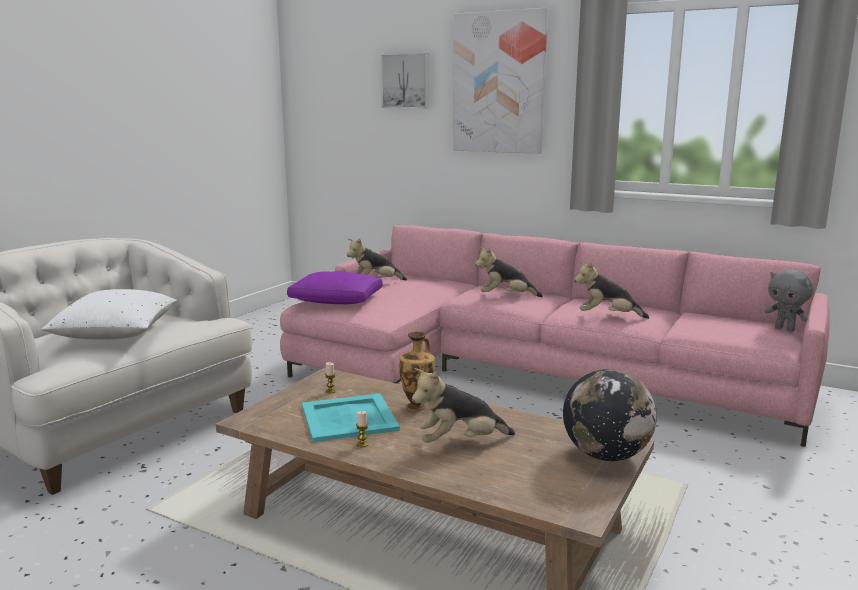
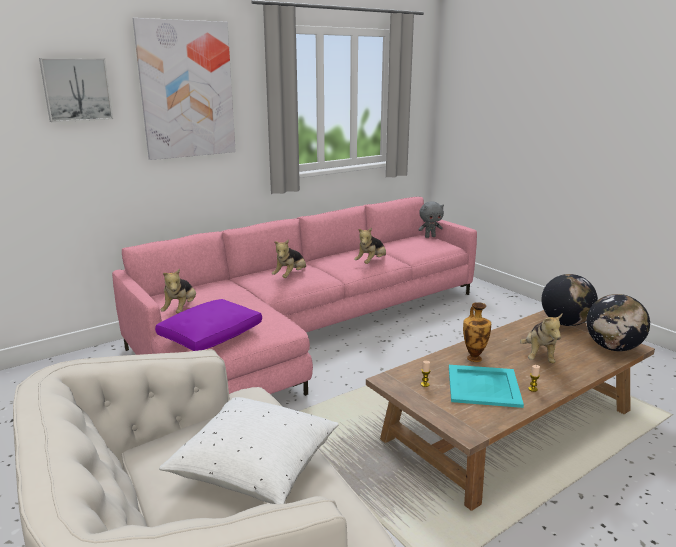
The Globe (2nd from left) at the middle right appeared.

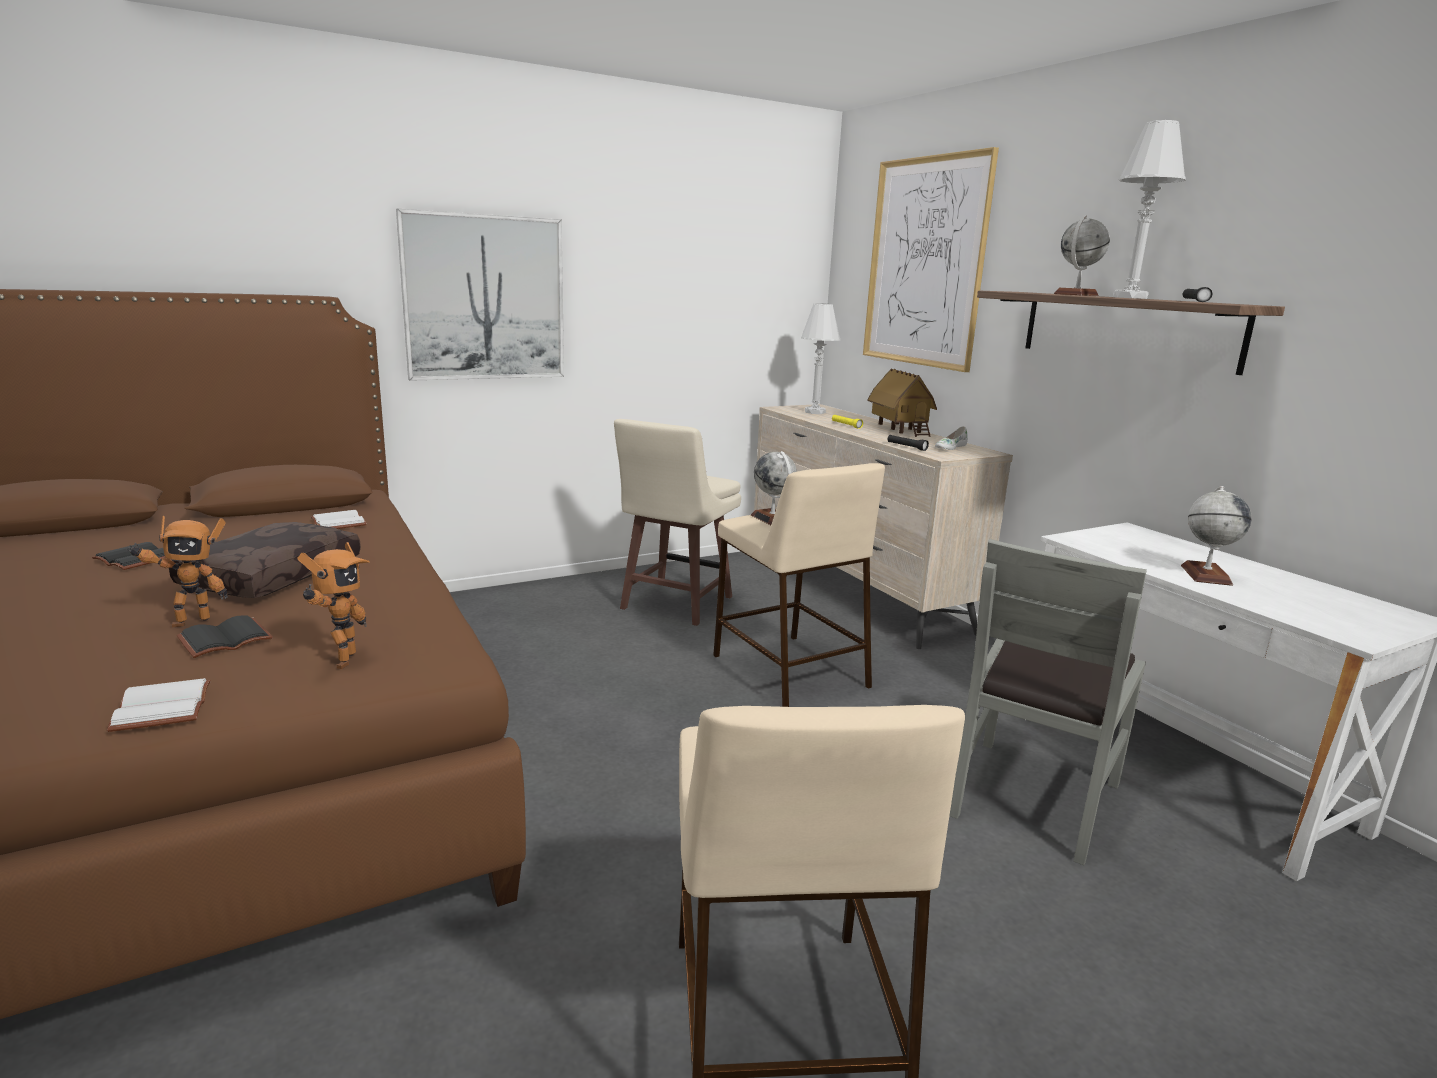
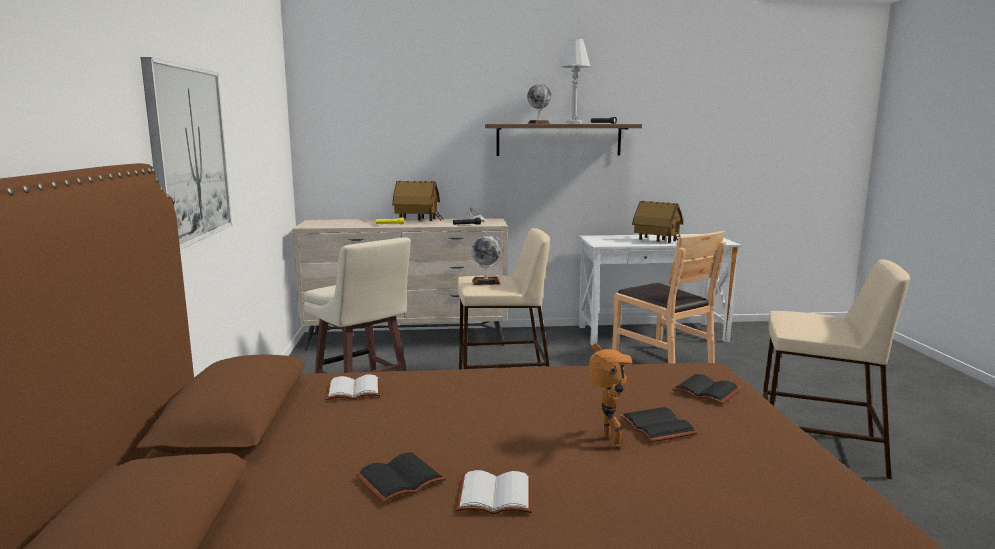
The WhiteColouredVolume (1st from left in the first image) moved from the middle left to the bottom centre.
The GreyishChair at the middle right became the BrownColouredChair at the middle right.
The Globe (3rd from left) at the middle right was replaced by the MiniatureHouse (2nd from left) at the centre.
The ModelRobot (2nd from left) at the middle left was replaced by the BlackishVolume (3rd from left) at the bottom right.
The BrownColouredCushion at the middle left disappeared.
The WhiteColouredLampForATable (1st from left) at the top centre disappeared.
The WallArt (2nd from left) at the top centre disappeared.

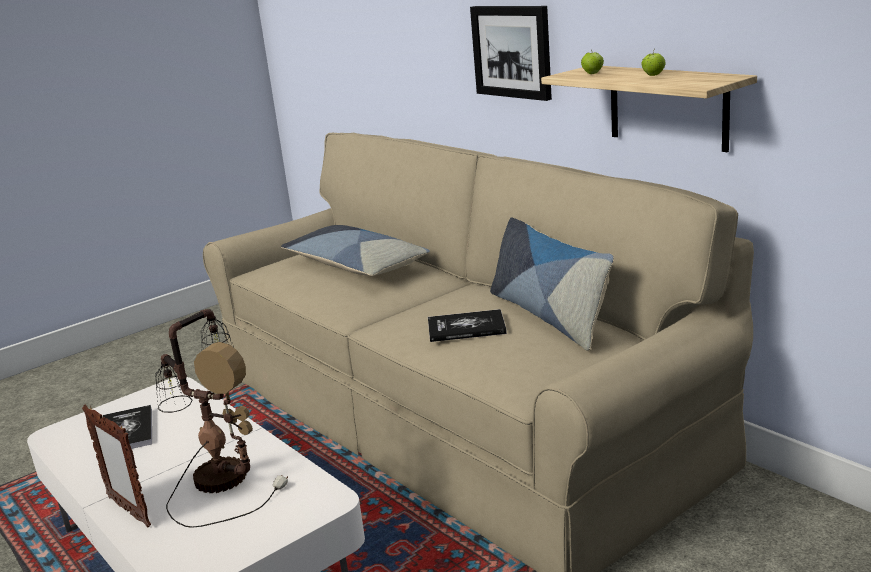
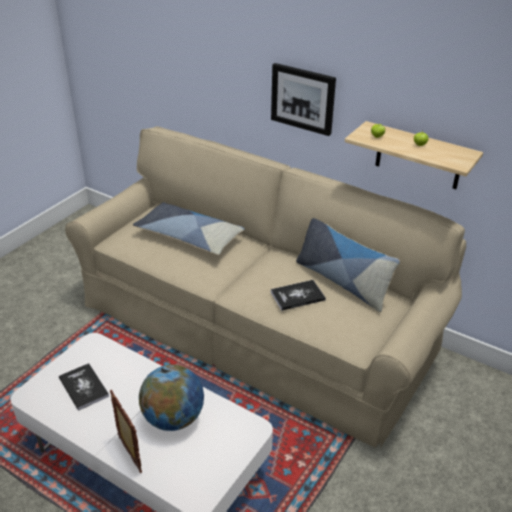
The PhotoFrame at the bottom left turned 150 degrees counterclockwise.
The LampForATable at the bottom left was replaced by the Globe at the bottom centre.

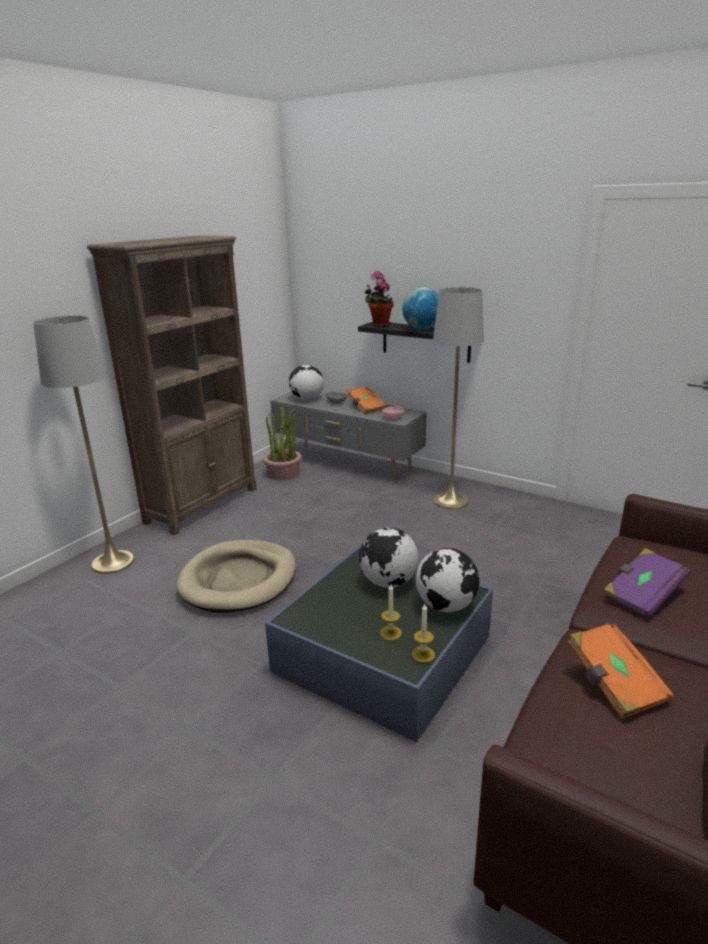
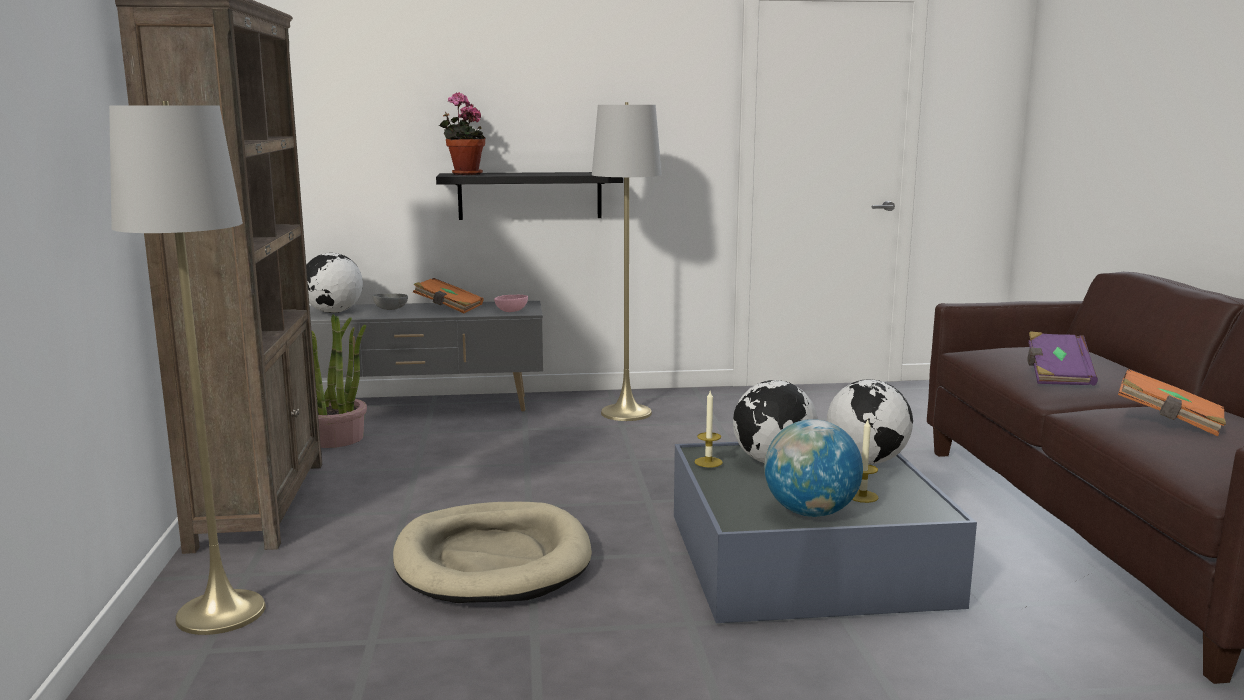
The Candle (2nd from left in the first image) moved from the bottom centre to the centre.
The Globe (3rd from left) moved from the top centre to the bottom centre.

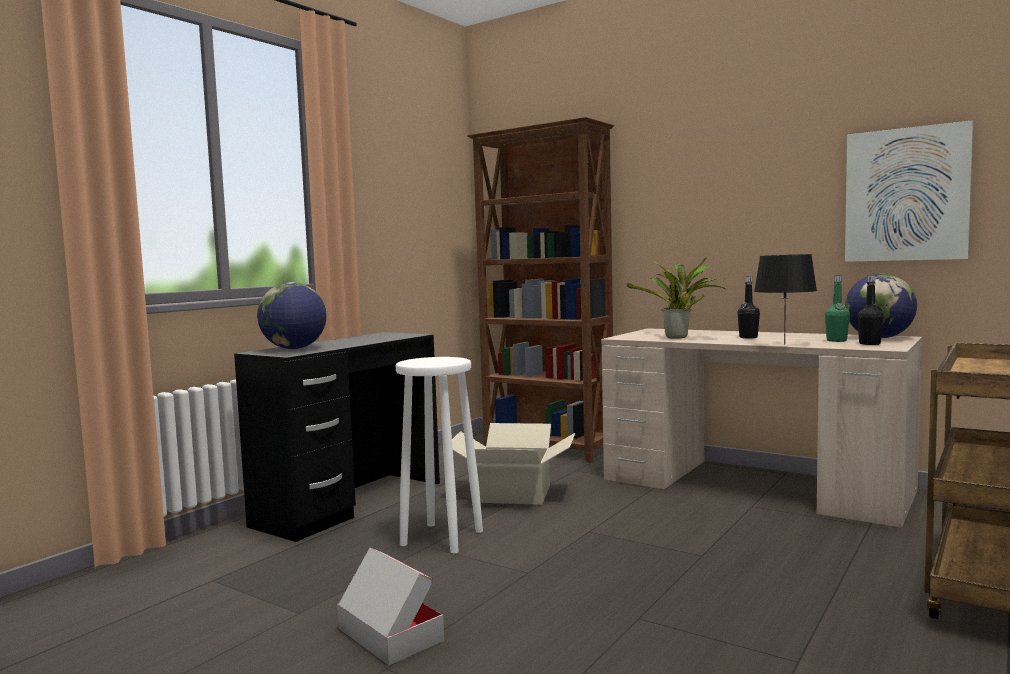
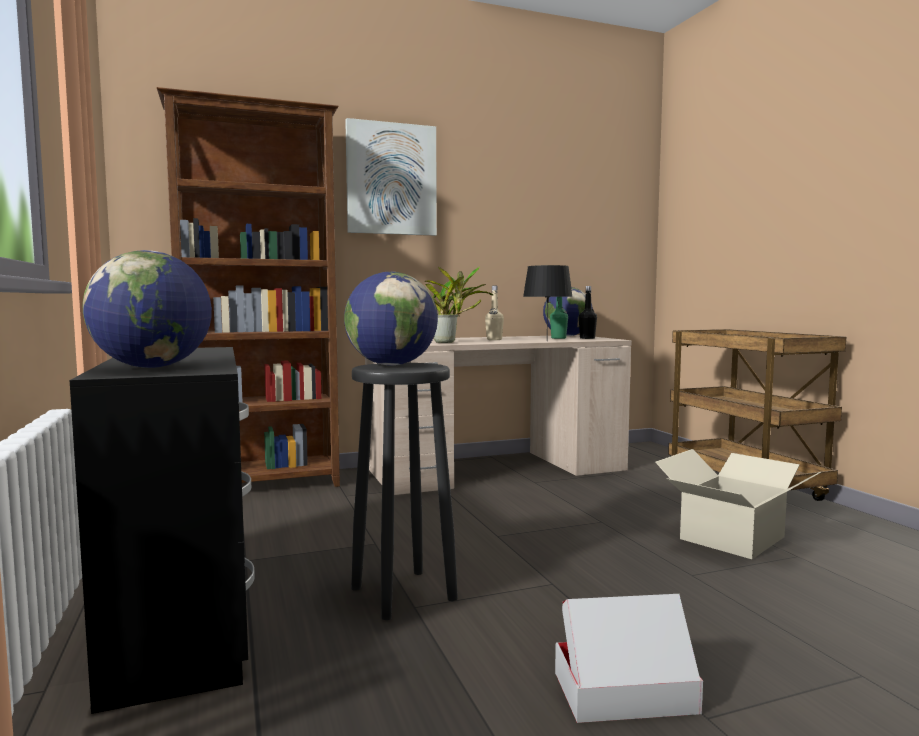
The Globe (2nd from left) at the centre appeared.
The WallArt moved from the top right to the top centre.
The WhiteColouredSittingStool at the bottom centre became the BlackishSittingStool at the bottom centre.
The BlackishBottle (1st from left) at the middle right became the BeigeBottle at the centre.
The CardboardBox (2nd from left) moved from the bottom centre to the bottom right.

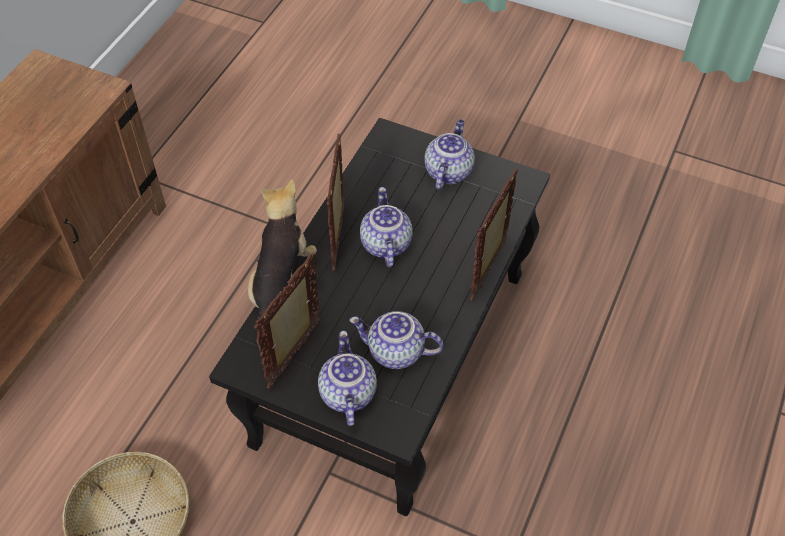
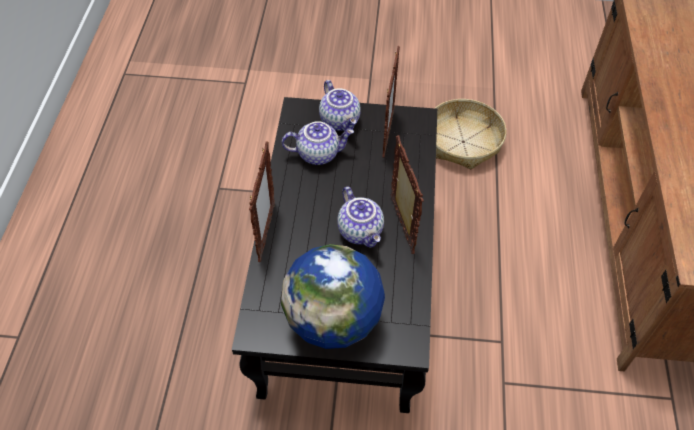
The Teapot (4th from left) at the top centre was replaced by the Globe at the bottom centre.
The SoftToy at the centre disappeared.

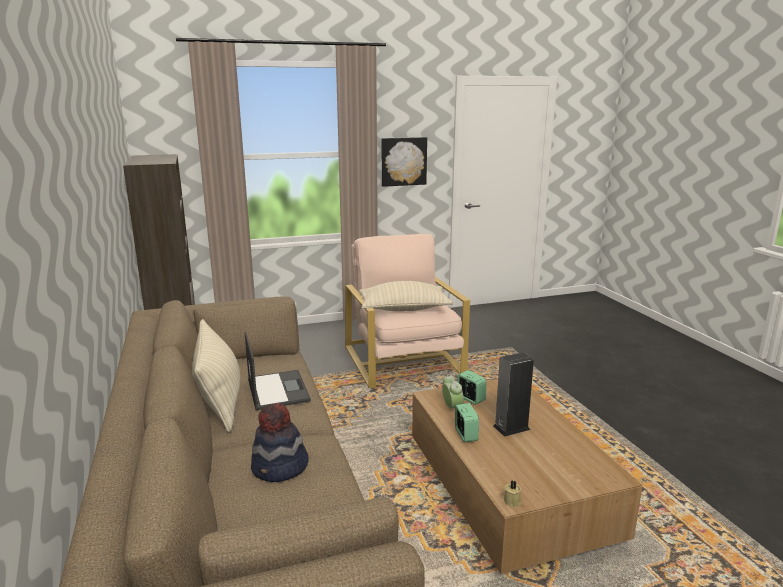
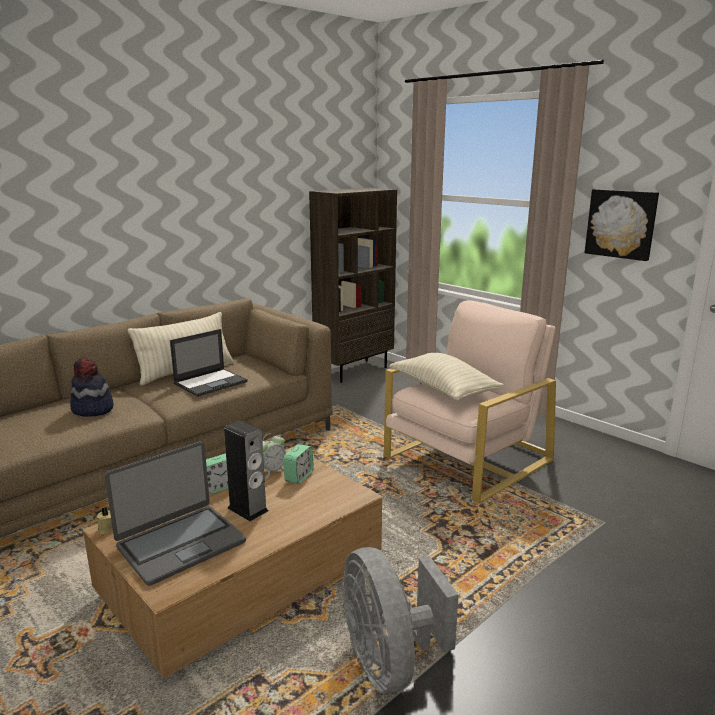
The NotebookComputer (1st from left) at the bottom left appeared.
The GreyishCoolingFan at the bottom centre appeared.

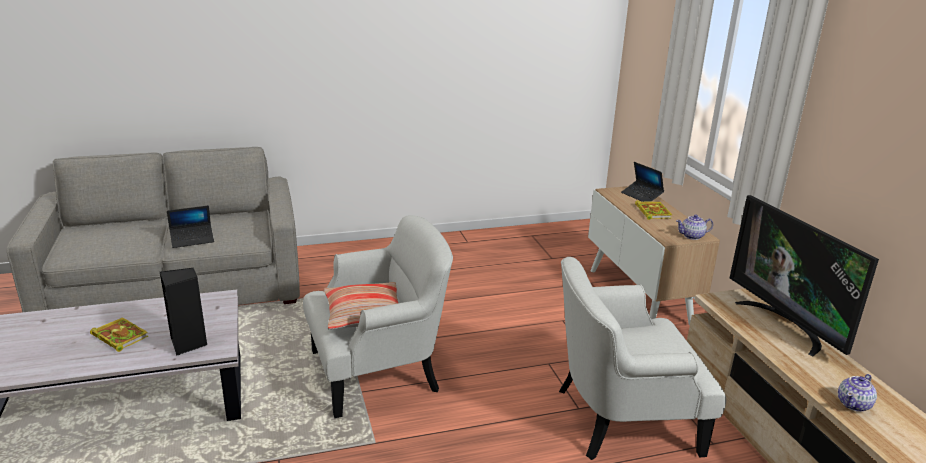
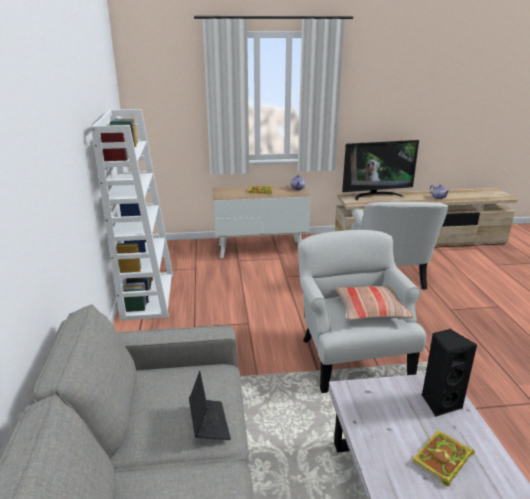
The WhiteColouredBookcase at the middle left appeared.
The NotebookComputer (2nd from left) at the middle right disappeared.

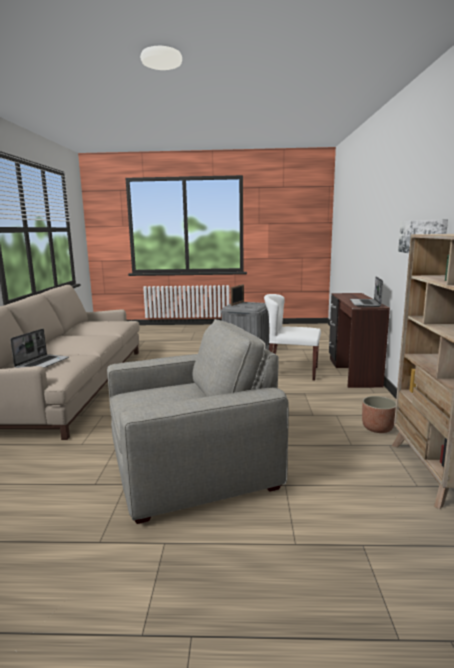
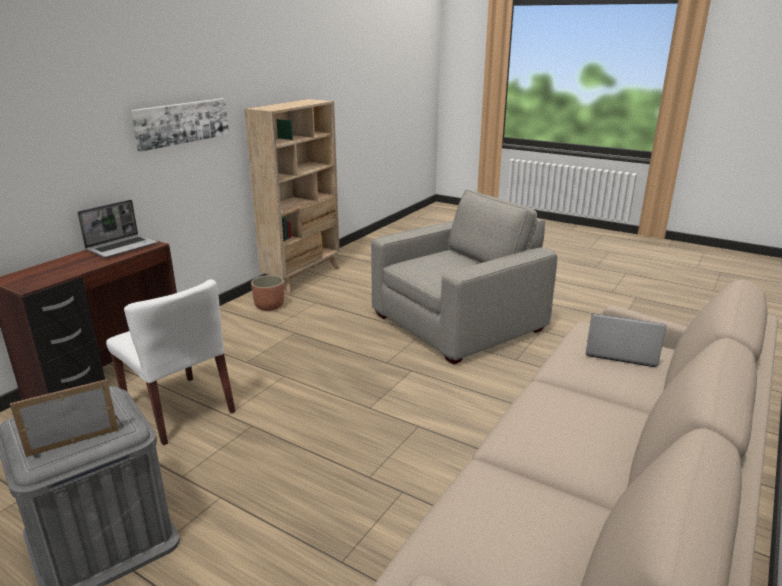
The GreyishArmchair at the centre turned 135 degrees clockwise.
The NotebookComputer (1st from left in the first image) at the middle left turned 60 degrees clockwise.

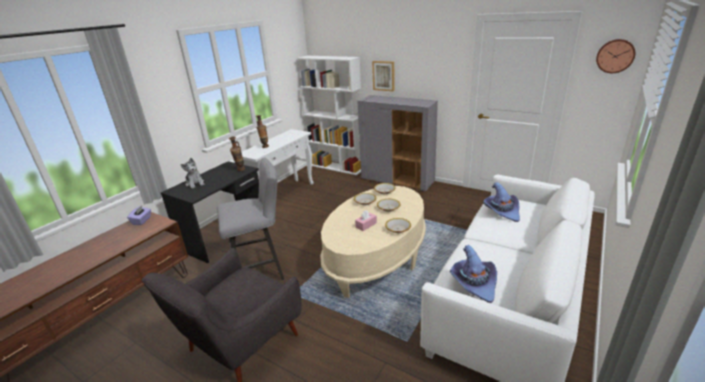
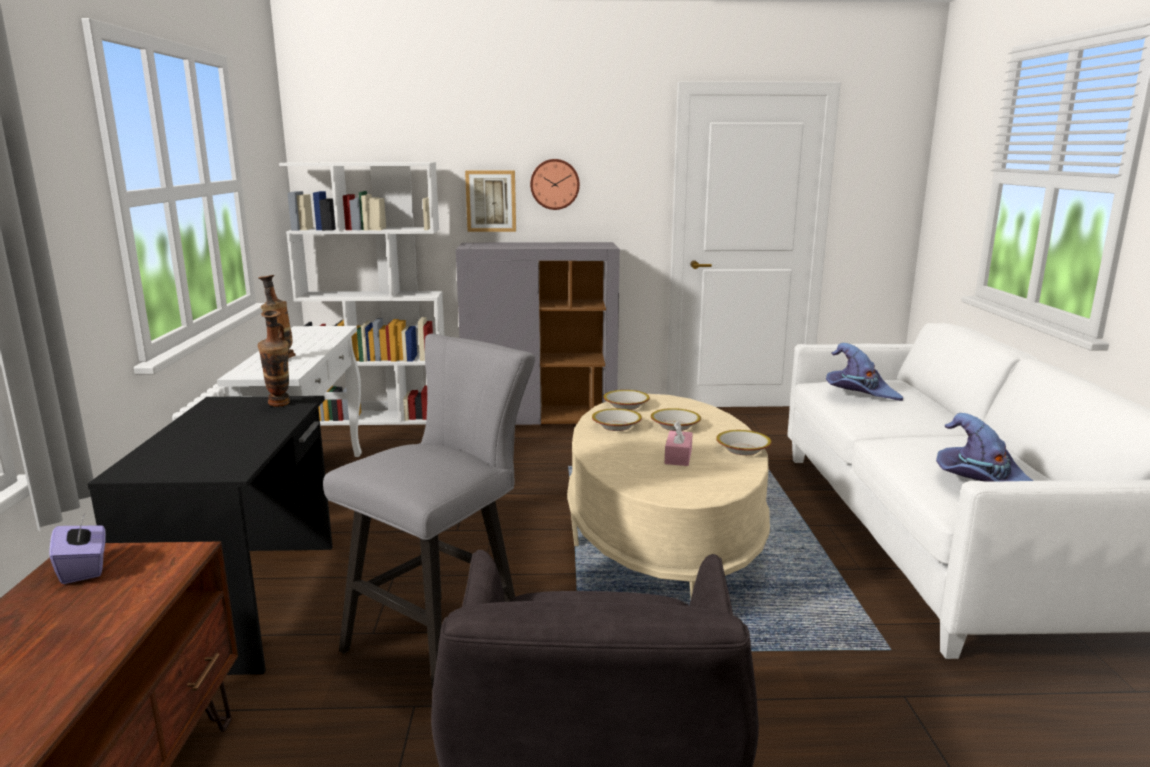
The ClockOnTheWall moved from the top right to the top centre.
The SoftToy at the middle left disappeared.

